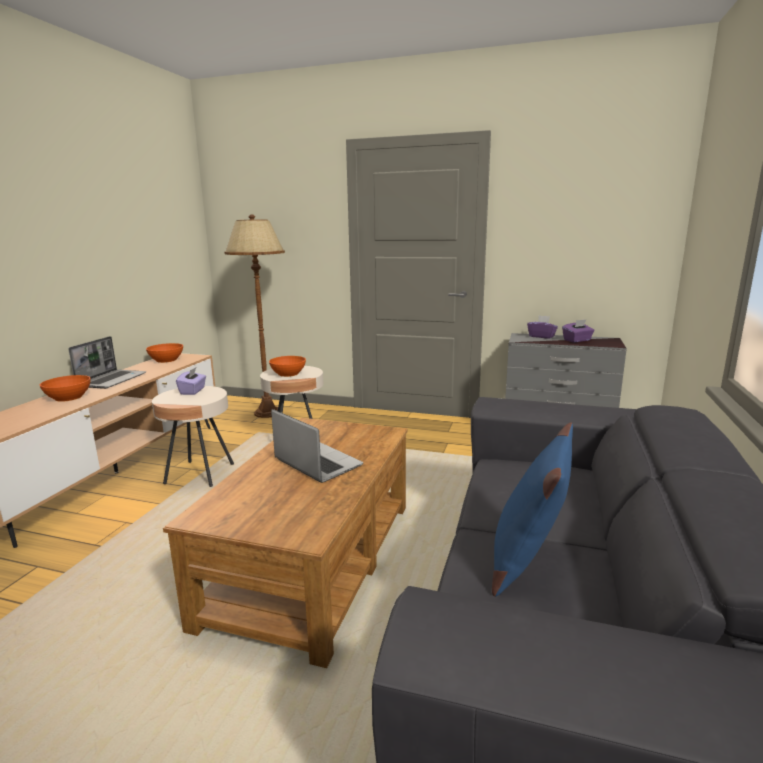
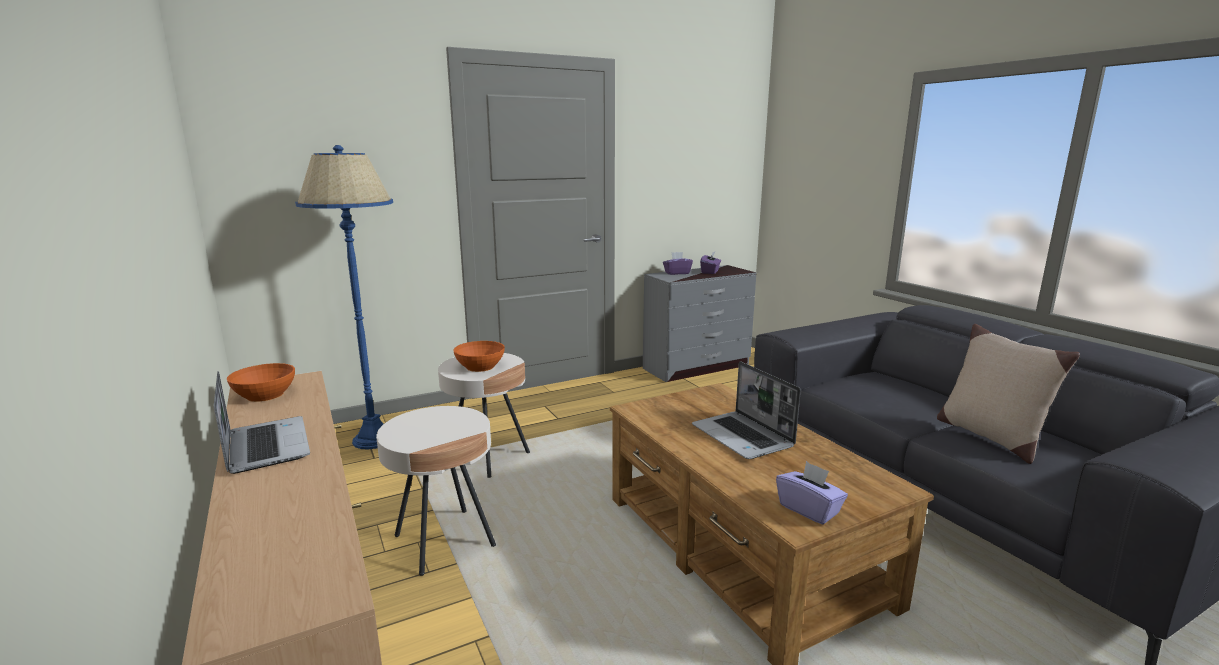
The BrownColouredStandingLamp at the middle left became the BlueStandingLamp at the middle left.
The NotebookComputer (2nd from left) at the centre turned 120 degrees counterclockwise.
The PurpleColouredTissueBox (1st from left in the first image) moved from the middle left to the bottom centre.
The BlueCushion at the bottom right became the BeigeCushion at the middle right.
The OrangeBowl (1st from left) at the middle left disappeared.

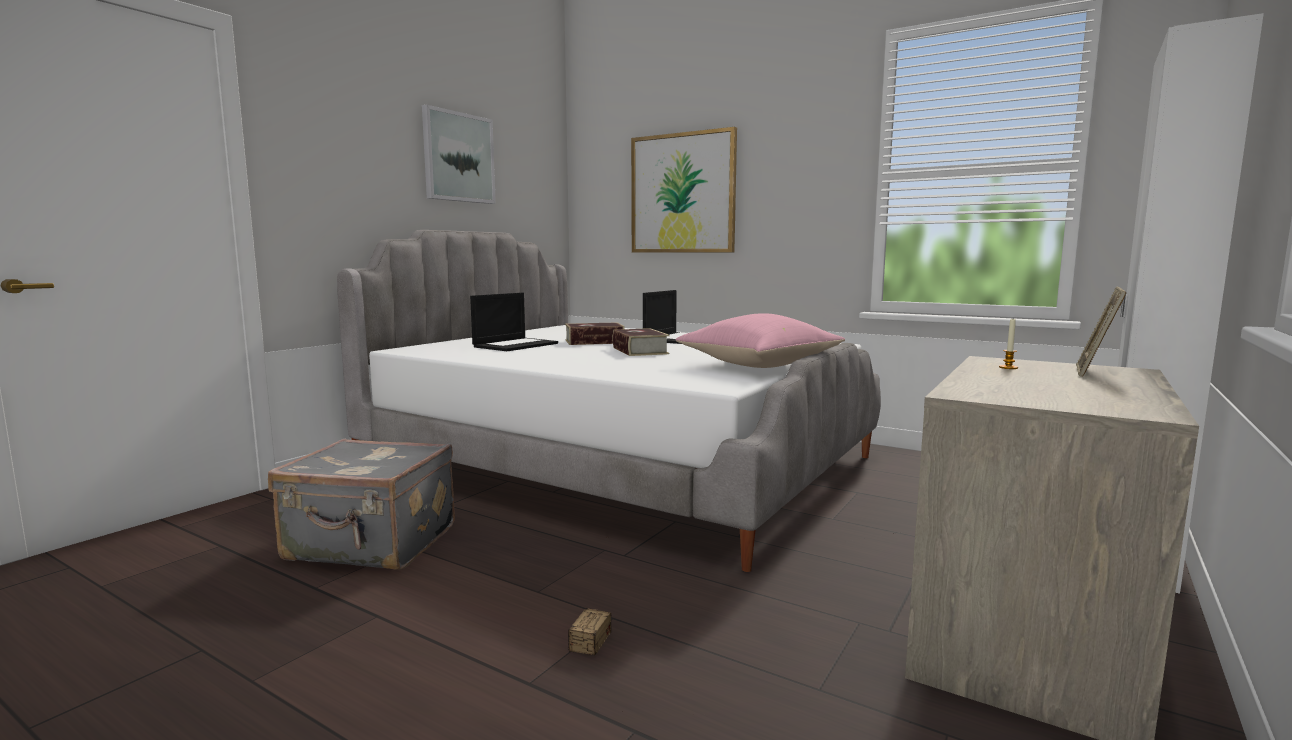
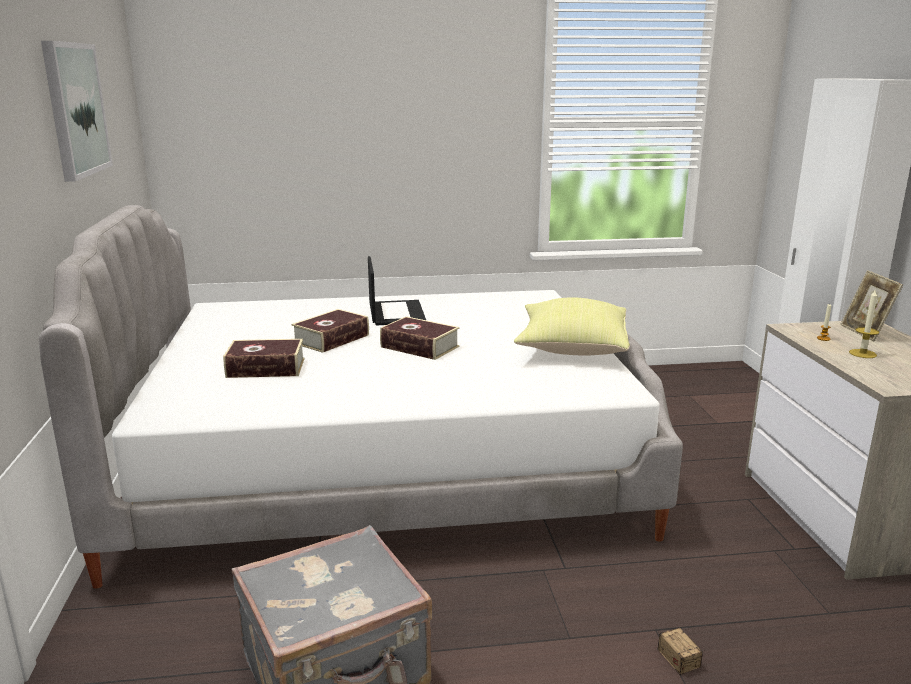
The NotebookComputer (1st from left) at the centre was replaced by the Volume (1st from left) at the middle left.
The PinkishCushion at the centre became the YellowCushion at the centre.
The Candle (2nd from left) at the middle right appeared.
The WallArt (2nd from left) at the top centre disappeared.

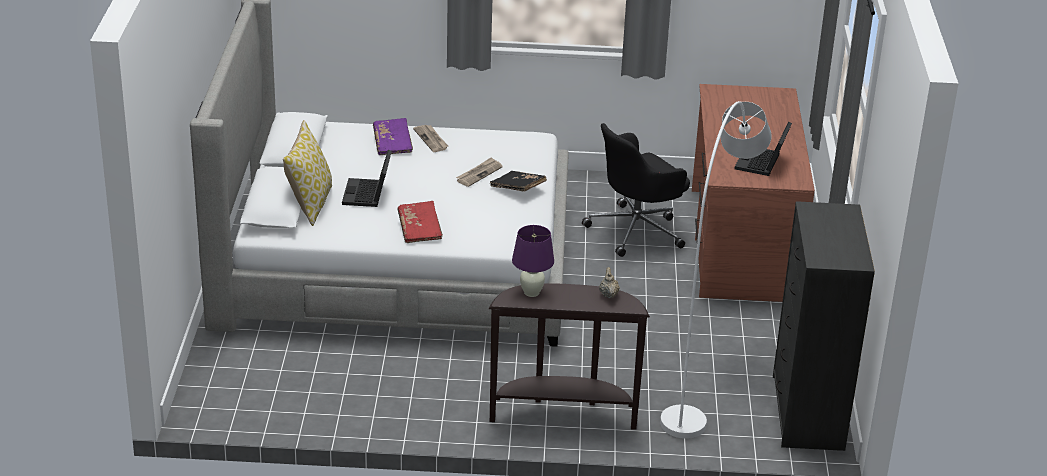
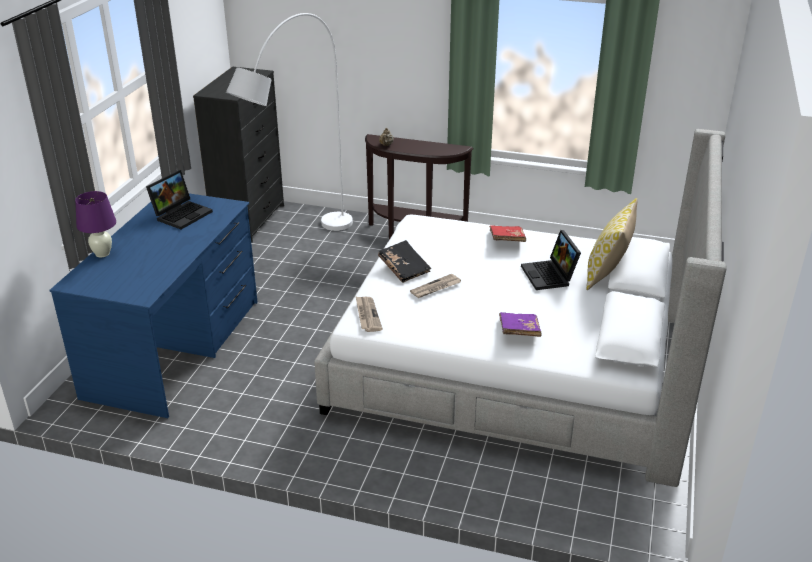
The BrownColouredDesk at the middle right became the BlueDesk at the middle left.
The PurpleColouredLampForATable moved from the centre to the middle left.
The Newspaper (1st from left) moved from the top centre to the centre.
The NotebookComputer (1st from left in the first image) at the centre turned 150 degrees clockwise.
The BlackishComputerChair at the centre disappeared.

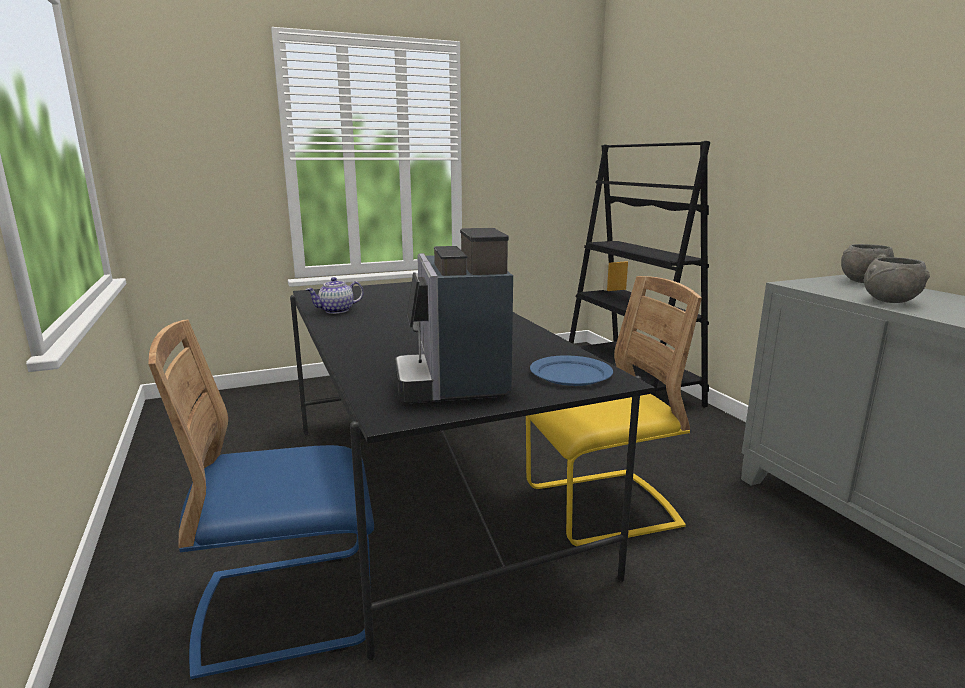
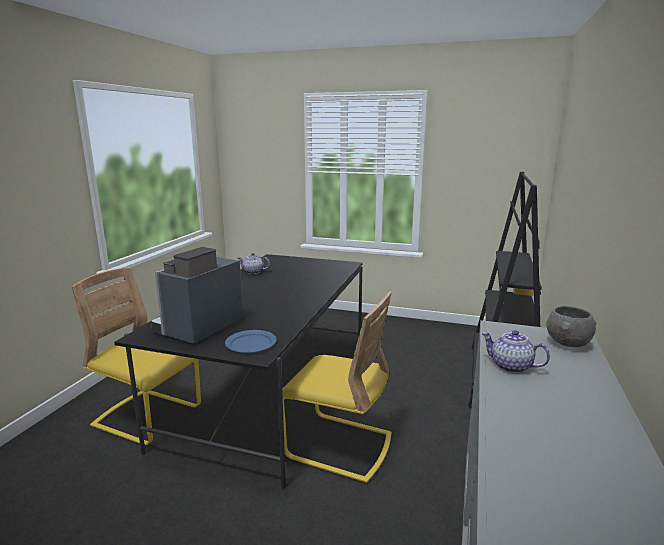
The BlueChair at the bottom left became the YellowChair (1st from left) at the middle left.
The GreyishBowl (2nd from left) at the middle right was replaced by the Teapot (2nd from left) at the middle right.

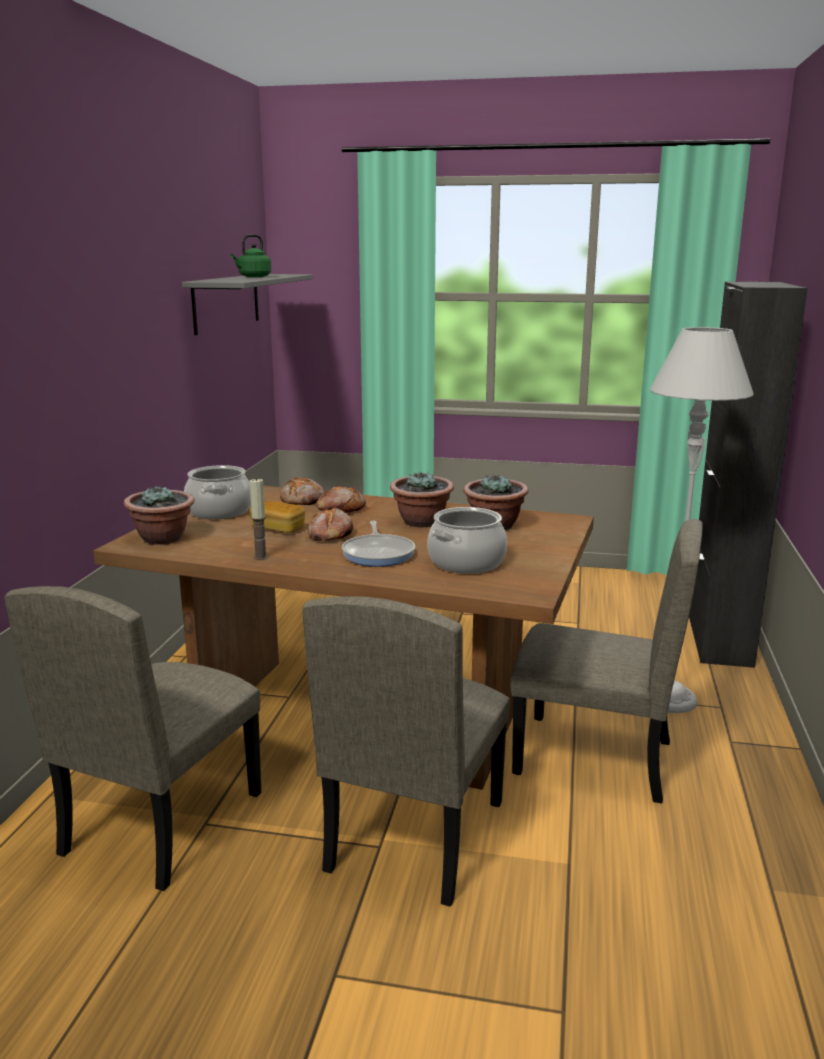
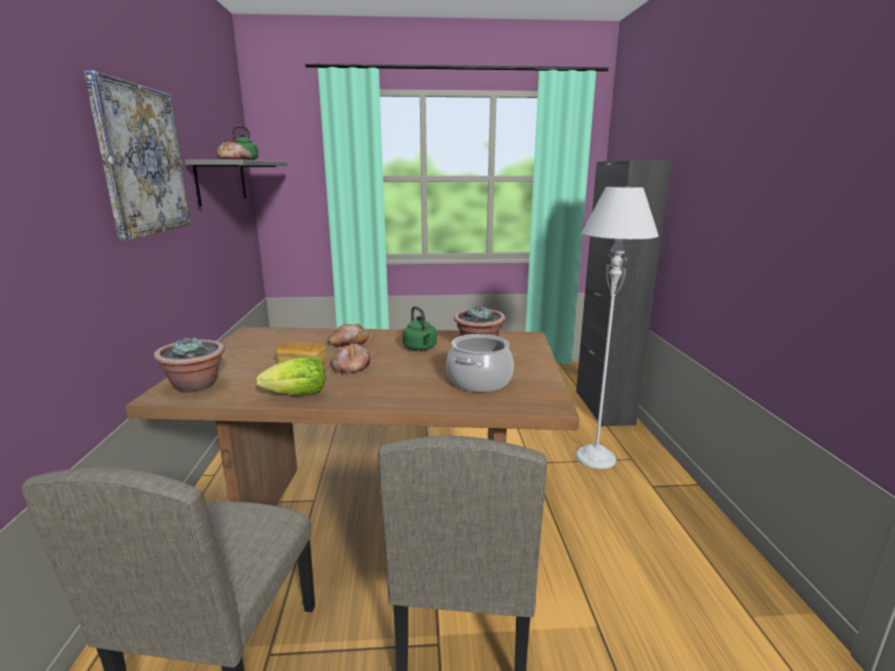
The WallArt at the top left appeared.
The Bread (2nd from left in the first image) moved from the centre to the top left.
The Candle at the middle left was replaced by the HeadOfLettuce at the middle left.
The PlantInAPot (2nd from left) at the centre was replaced by the GreenColouredWaterKettle (2nd from left) at the centre.
The Stockpot (1st from left) at the middle left disappeared.
The Pan at the centre disappeared.
The BeigeChair (3rd from left) at the middle right disappeared.

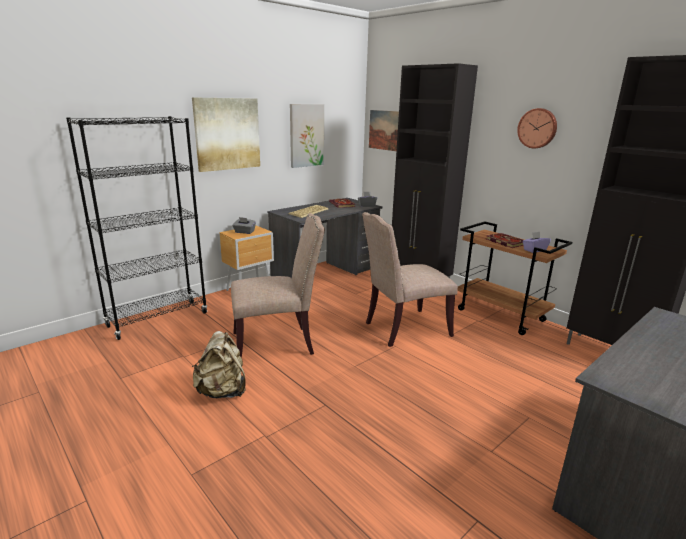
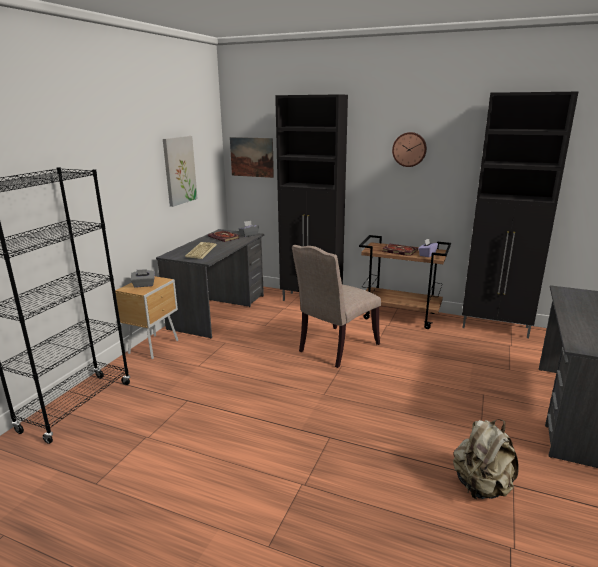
The BeigeBackpack moved from the bottom left to the bottom right.
The WallArt (1st from left) at the top left disappeared.
The BeigeChair (1st from left) at the centre disappeared.

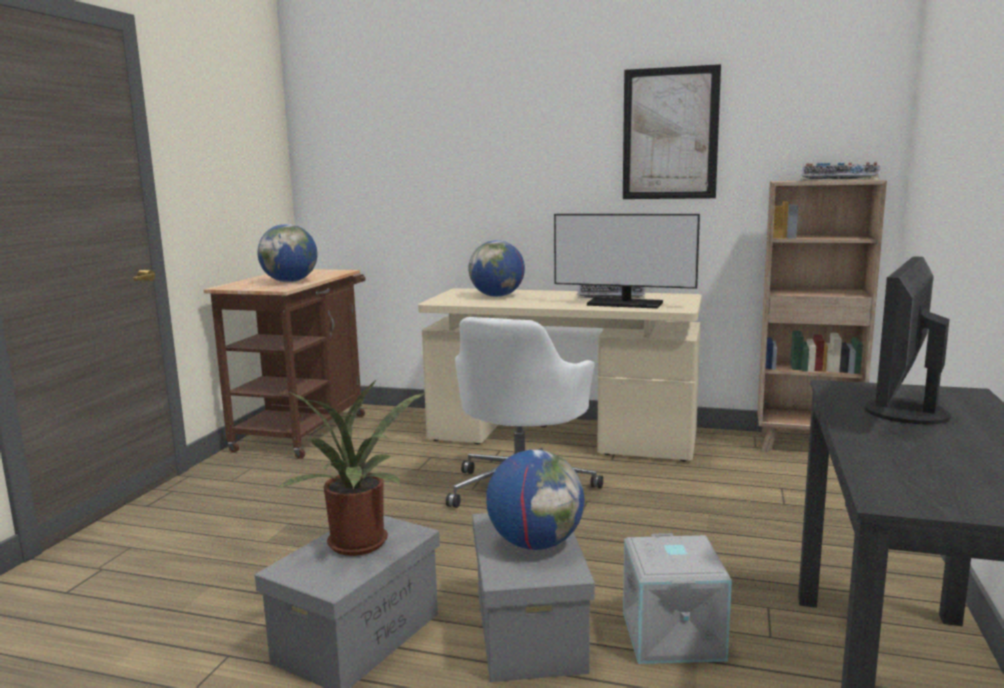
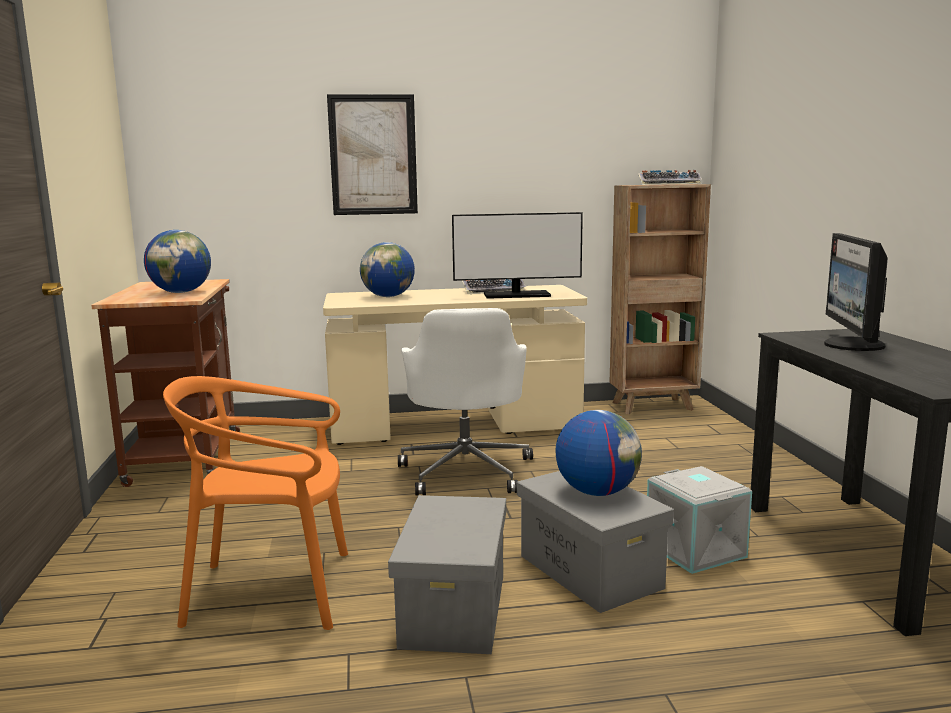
The OrangeChair at the bottom left appeared.
The WallArt moved from the top right to the top centre.
The PlantInAPot at the bottom centre disappeared.

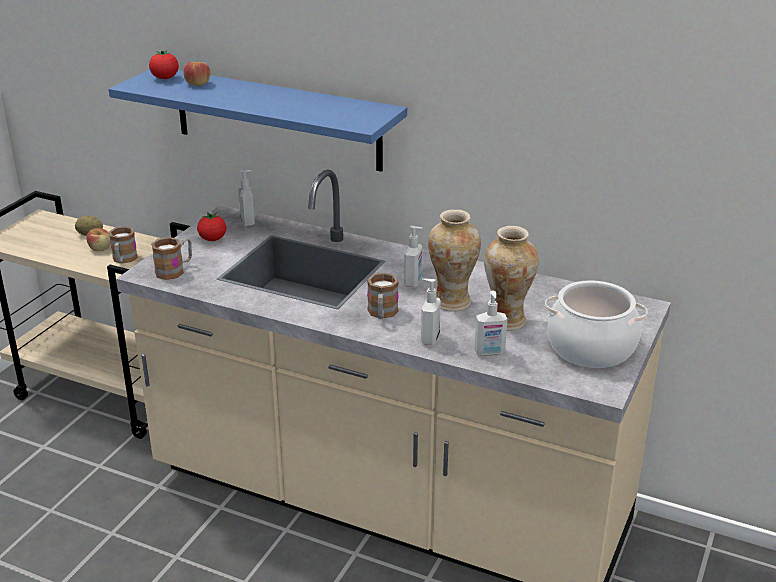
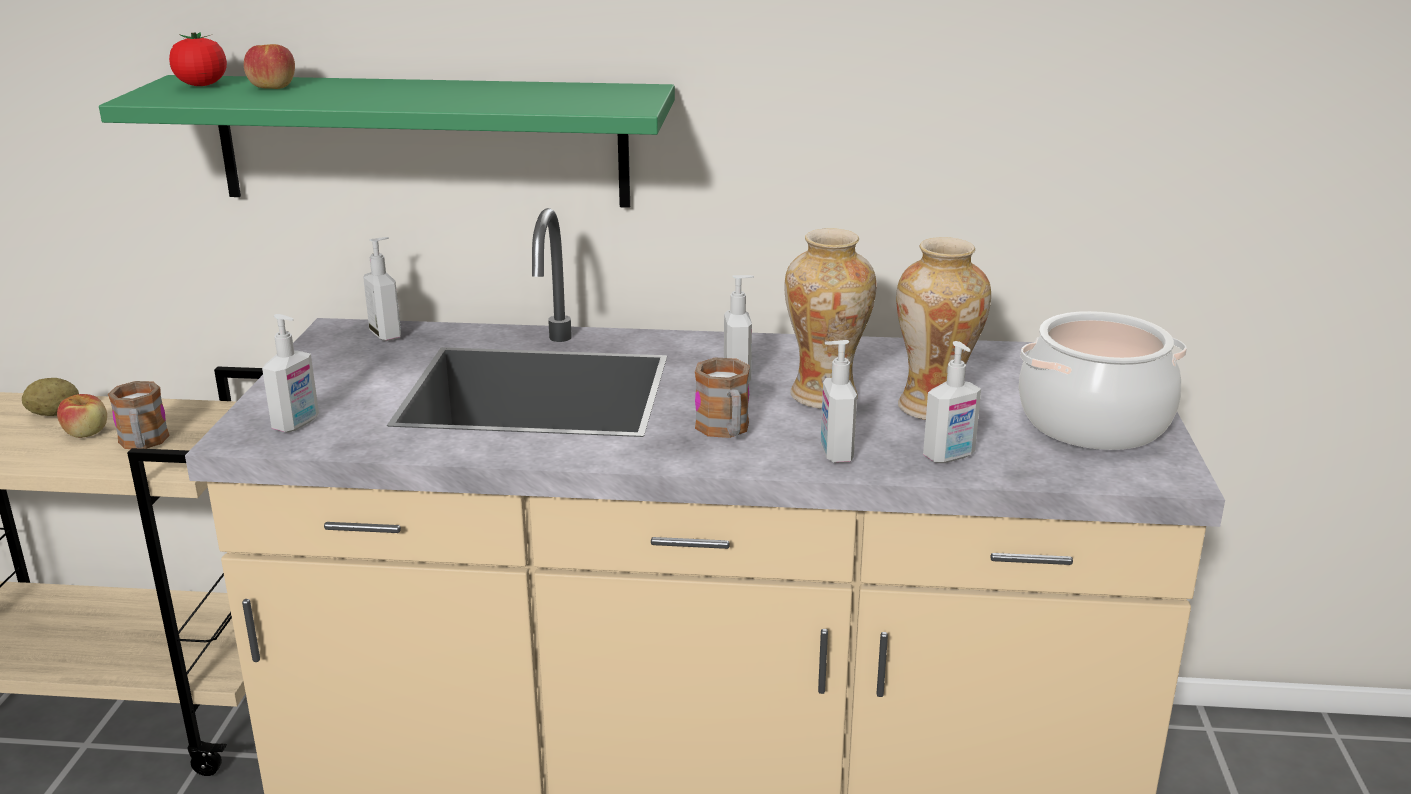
The BlueWallShelf at the top left became the GreenColouredWallShelf at the top left.
The Mug (2nd from left) at the middle left was replaced by the SoapDispenser (1st from left) at the middle left.
The Tomato (2nd from left) at the middle left disappeared.

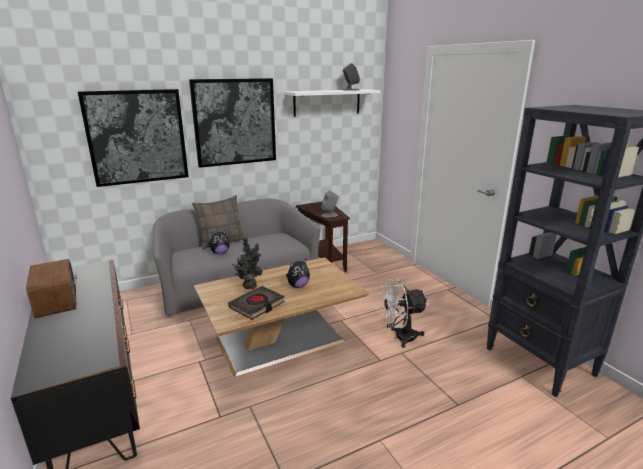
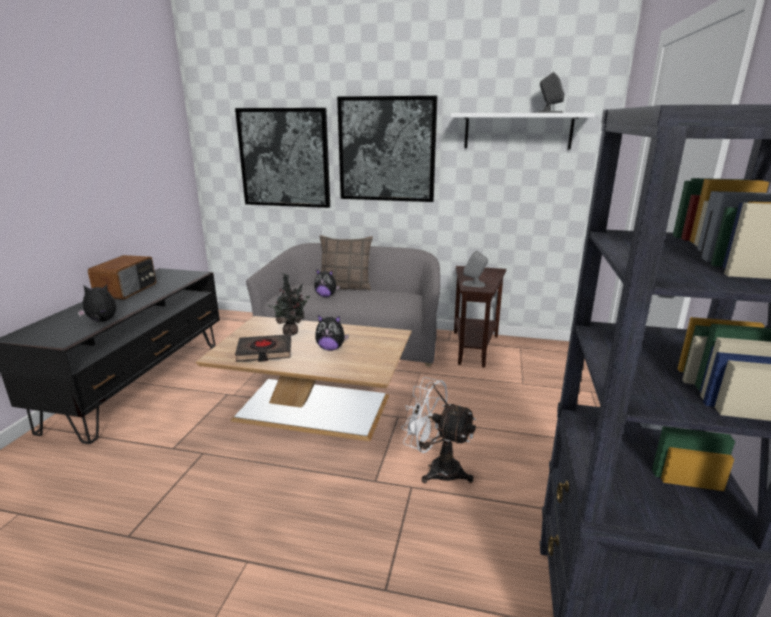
The SoftToy (1st from left) at the middle left appeared.

